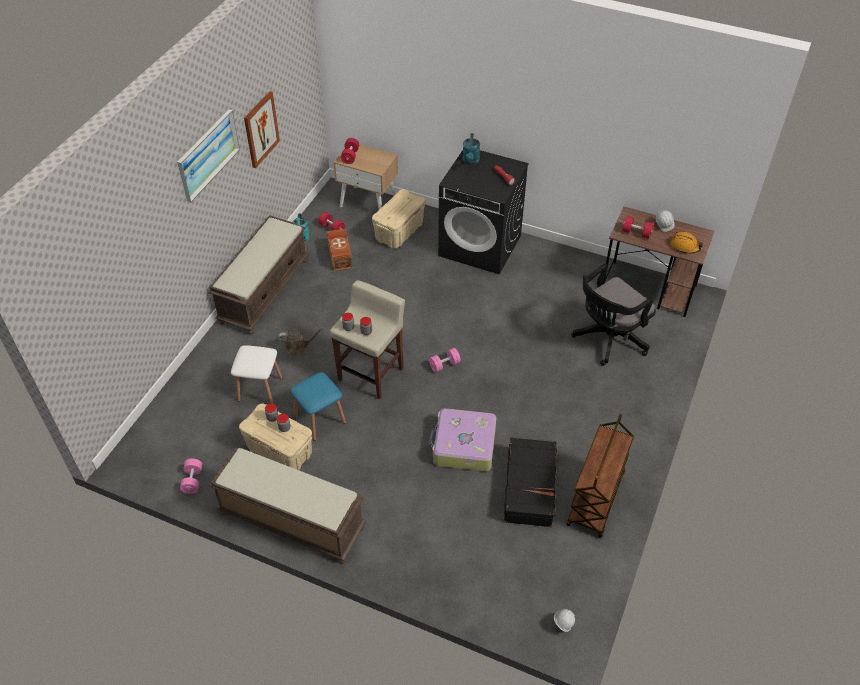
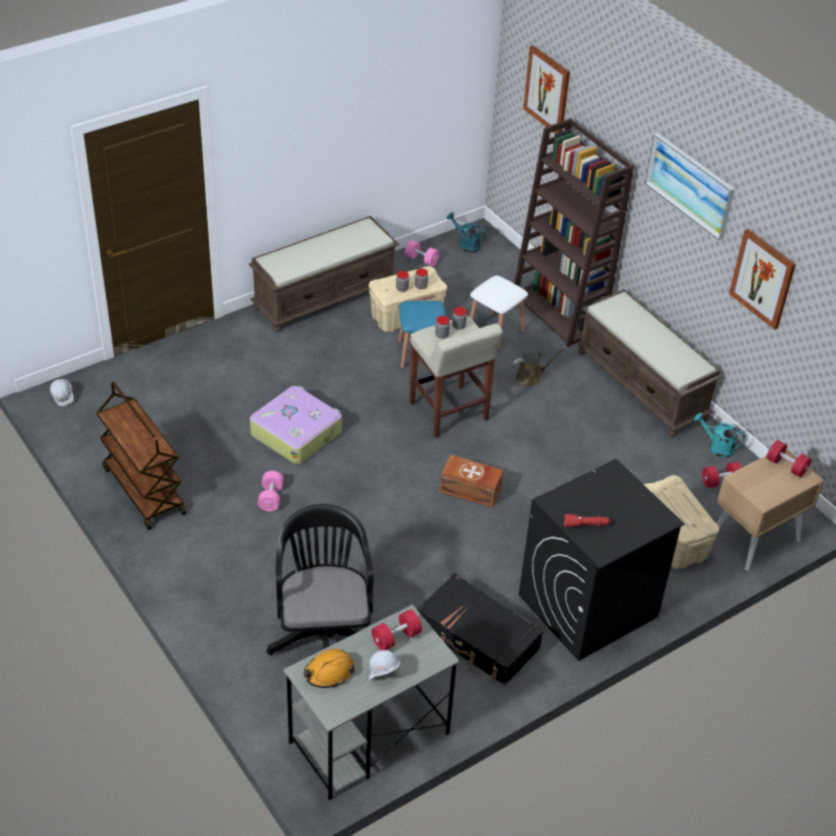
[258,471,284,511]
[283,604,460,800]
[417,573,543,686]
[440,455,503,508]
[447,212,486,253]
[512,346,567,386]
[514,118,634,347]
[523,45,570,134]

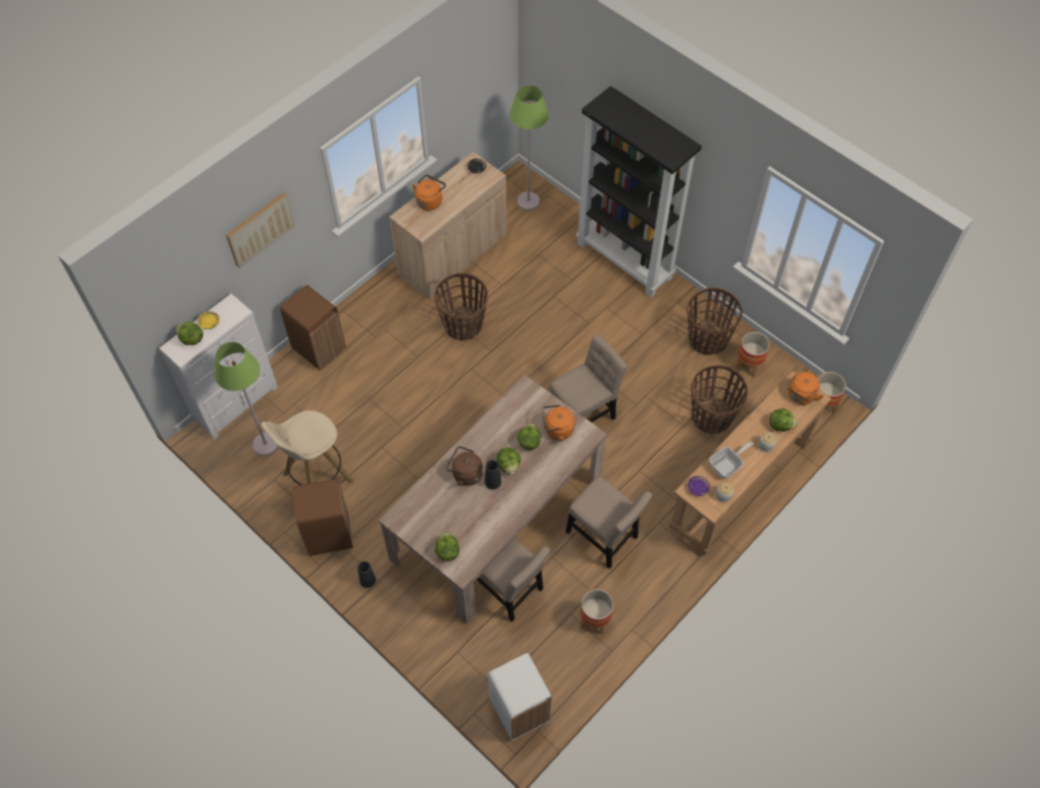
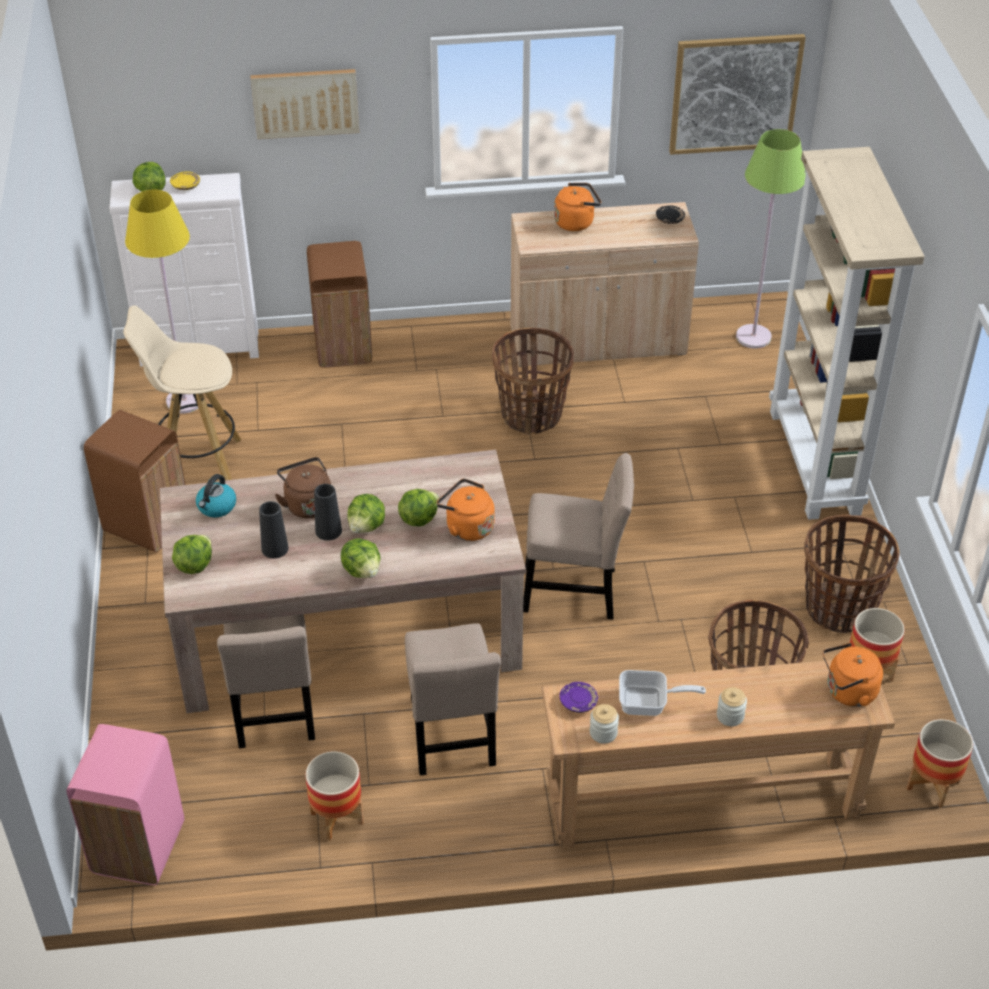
[66,724,185,885]
[125,190,198,414]
[196,474,236,517]
[259,501,289,558]
[341,538,380,578]
[669,34,806,155]
[769,147,925,520]

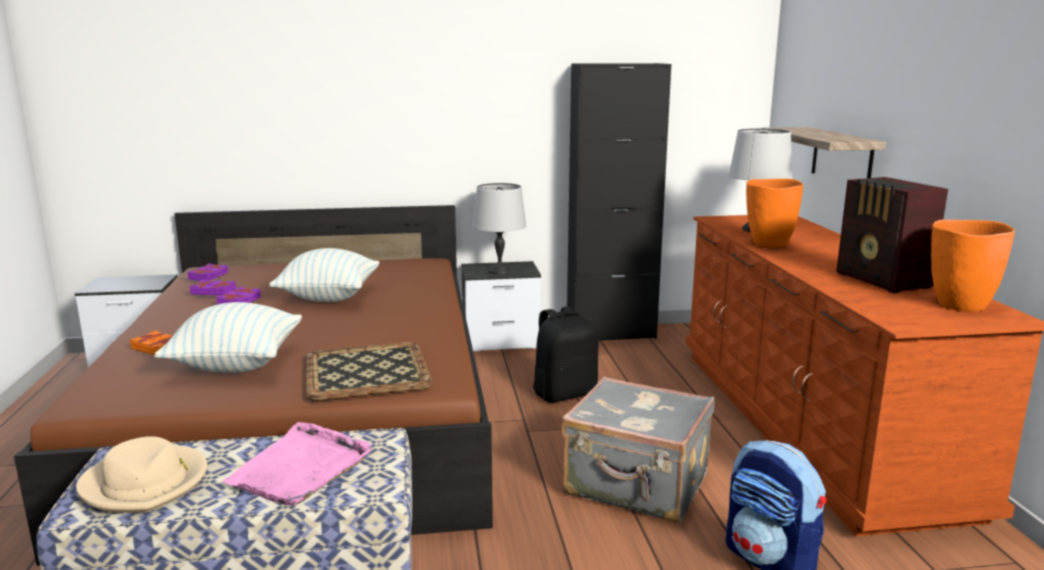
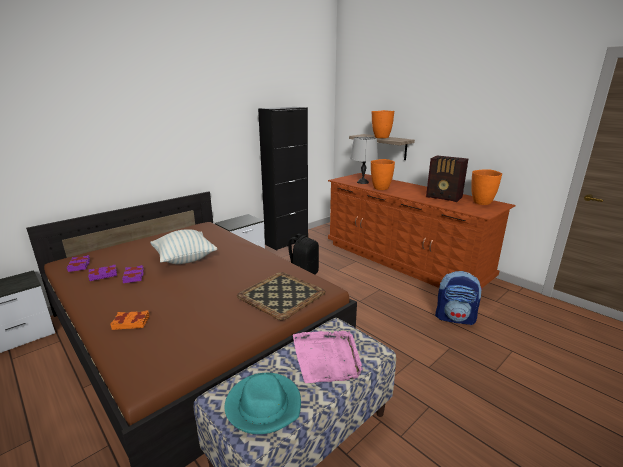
[225,373,301,434]
[372,110,394,138]
[154,302,302,373] (first image)
[473,183,526,275] (first image)
[561,377,714,523] (first image)

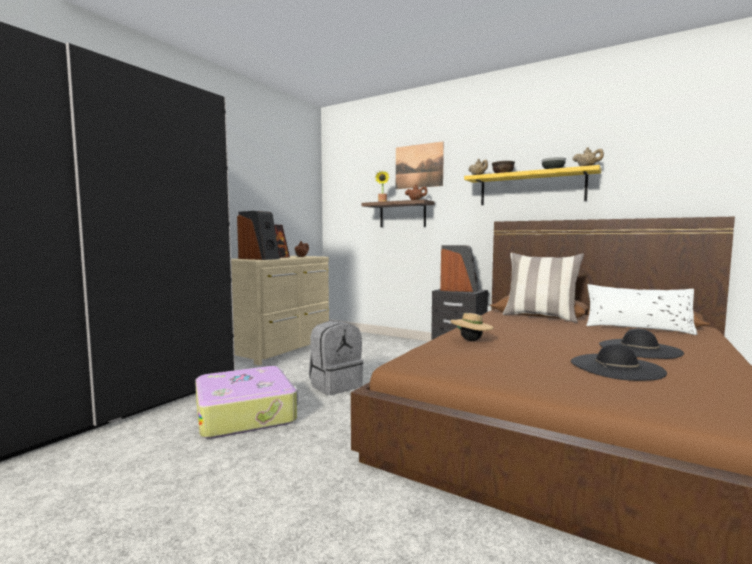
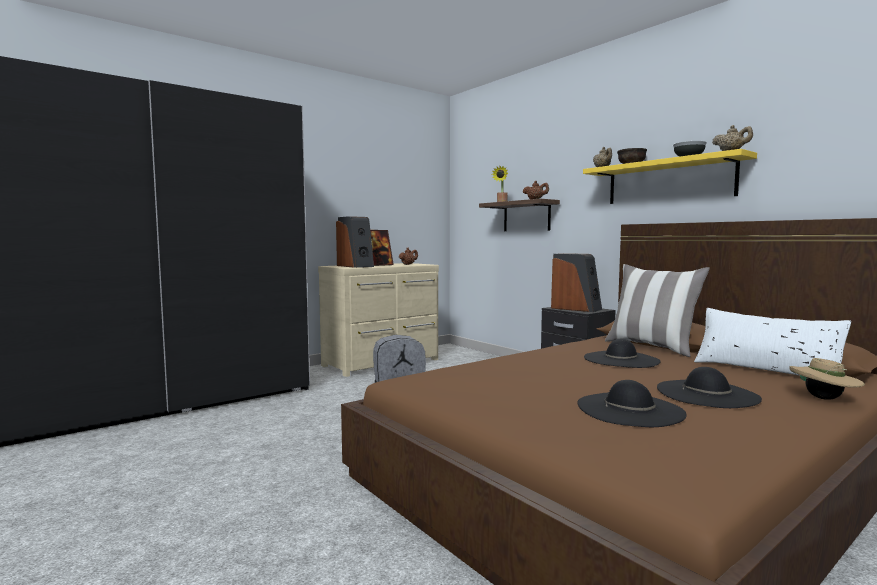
[584,339,660,368]
[790,358,865,400]
[195,366,298,439] (first image)
[396,141,444,189] (first image)

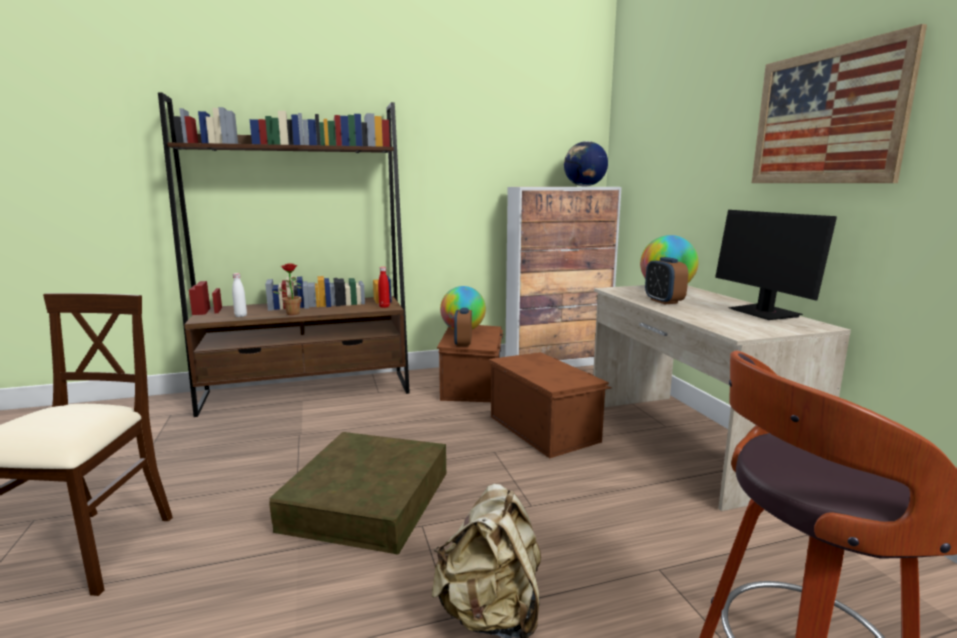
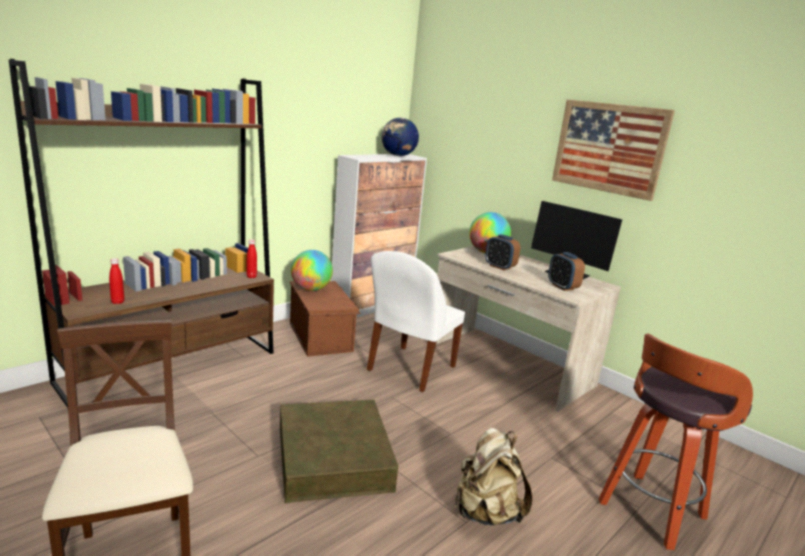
[109,258,124,304]
[367,251,465,392]
[548,252,585,291]
[273,263,302,315] (first image)

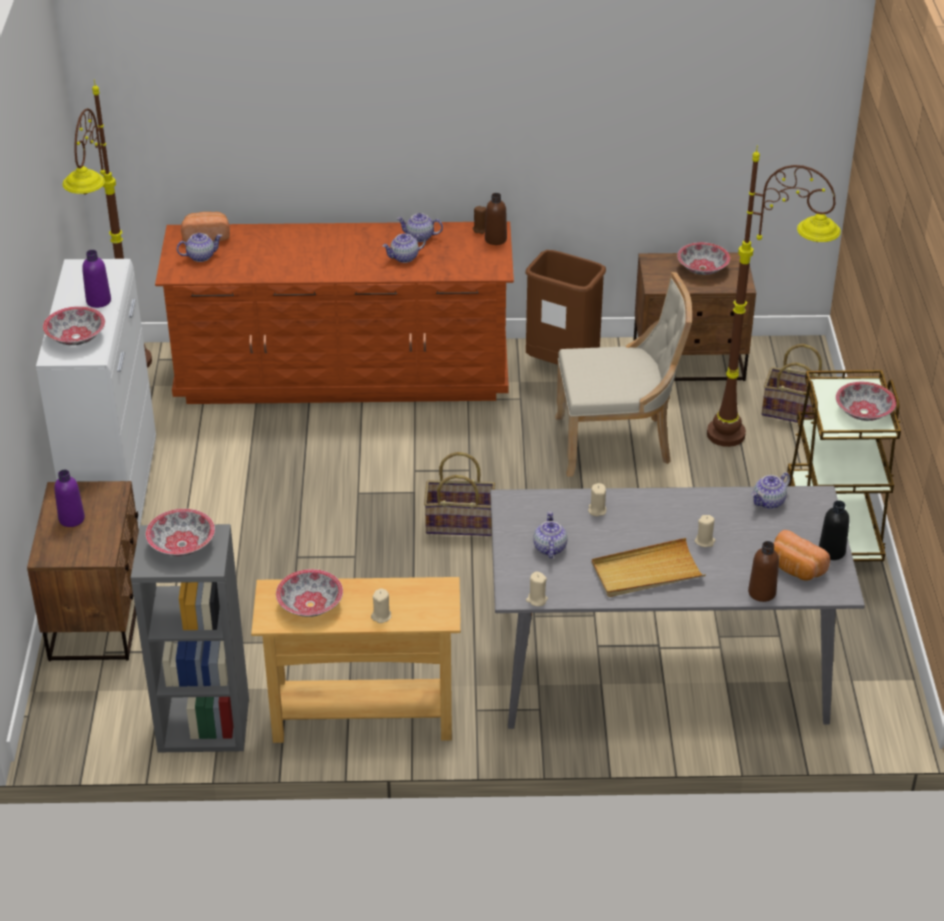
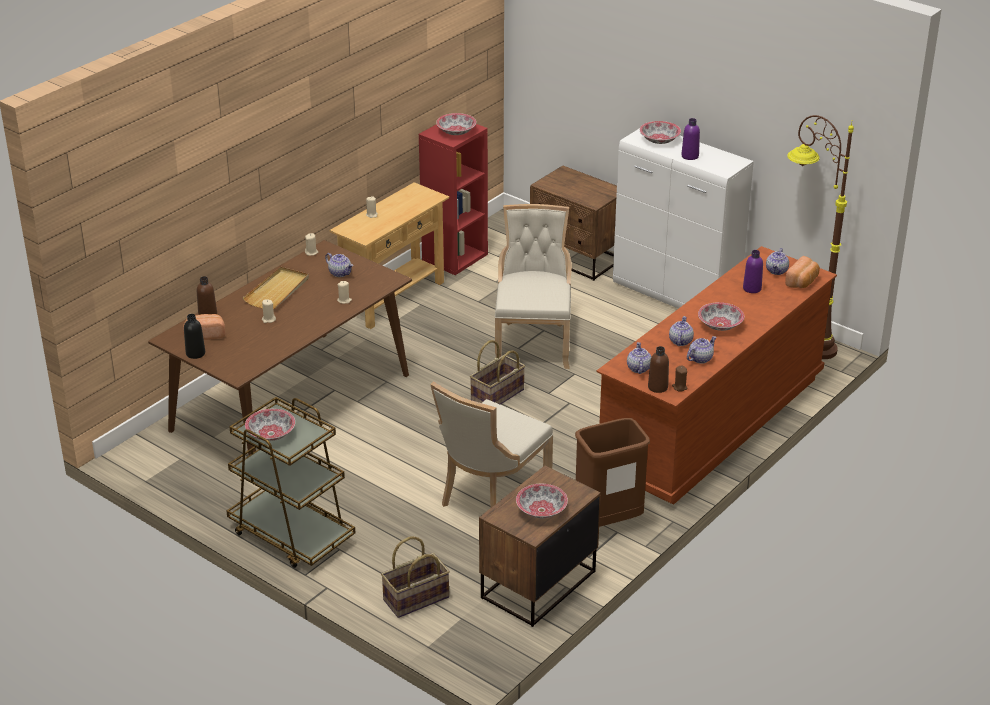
[148,240,412,455]
[419,124,488,275]
[495,204,572,369]
[627,342,651,374]
[698,302,744,331]
[743,250,763,293]
[707,145,841,447] (first image)

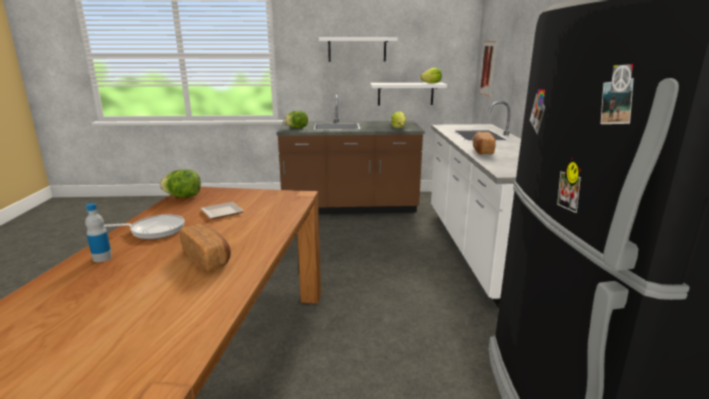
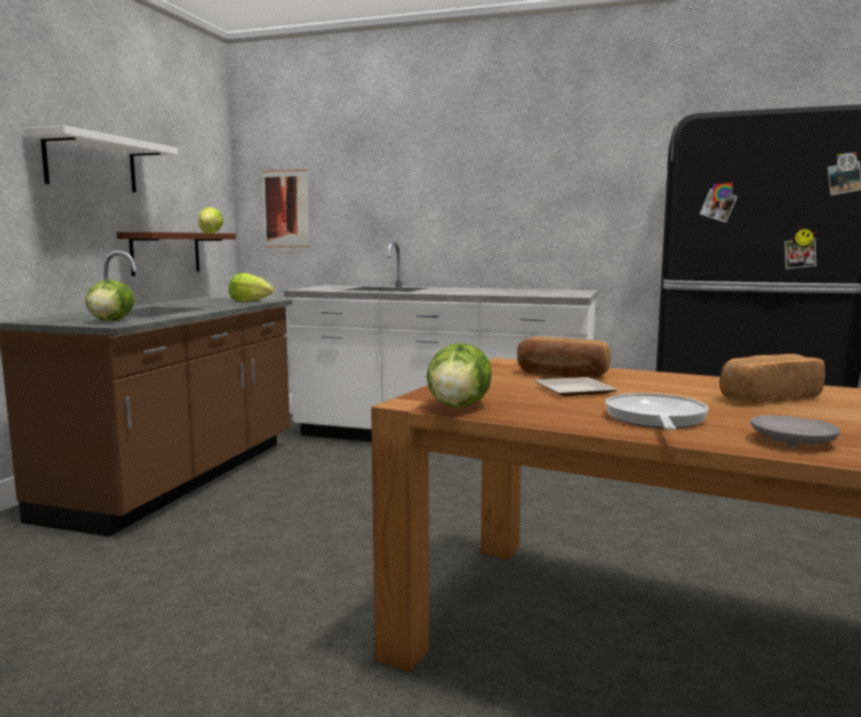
[117,232,236,276]
[517,336,610,378]
[750,415,840,446]

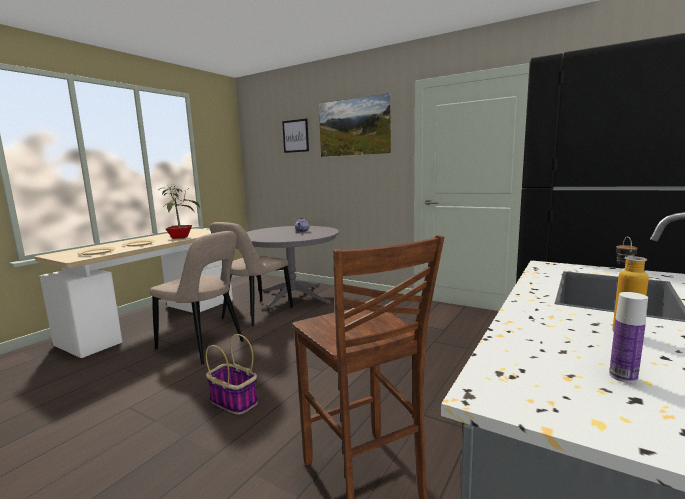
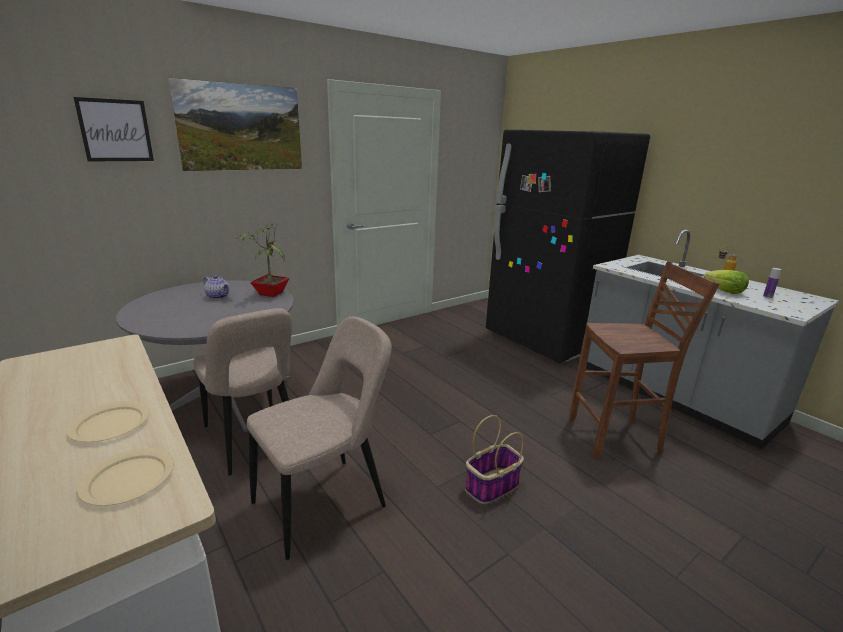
[237,223,289,297]
[704,270,749,294]

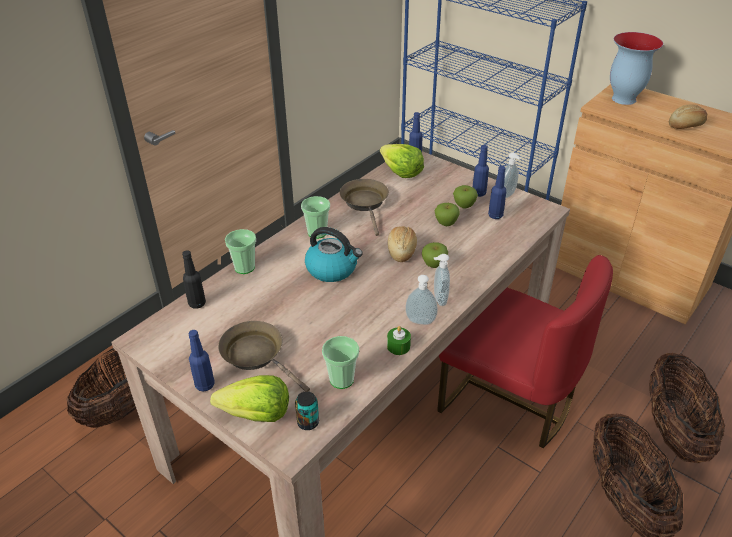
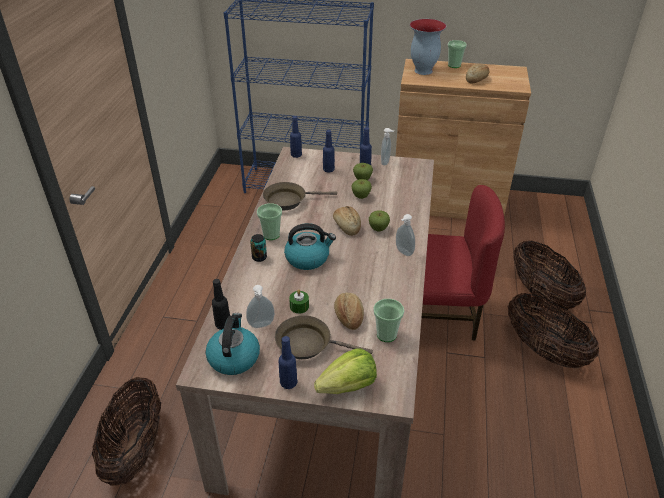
[205,313,260,375]
[246,285,275,328]
[250,234,267,262]
[263,182,337,210]
[289,290,309,314]
[323,130,335,172]
[334,293,364,330]
[448,40,467,68]
[380,144,424,178] (first image)

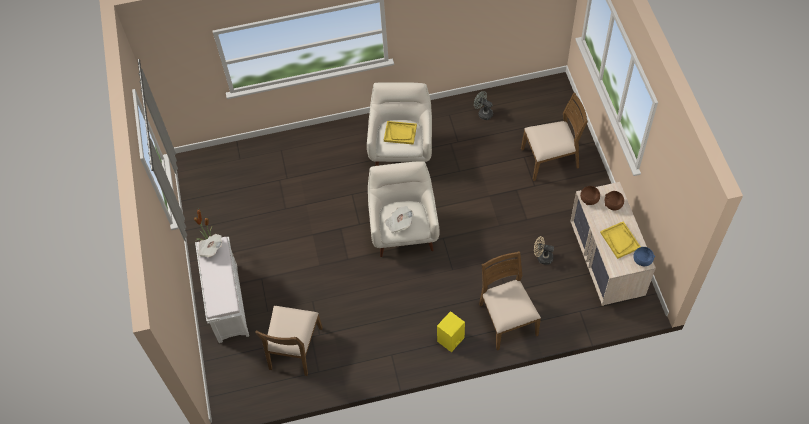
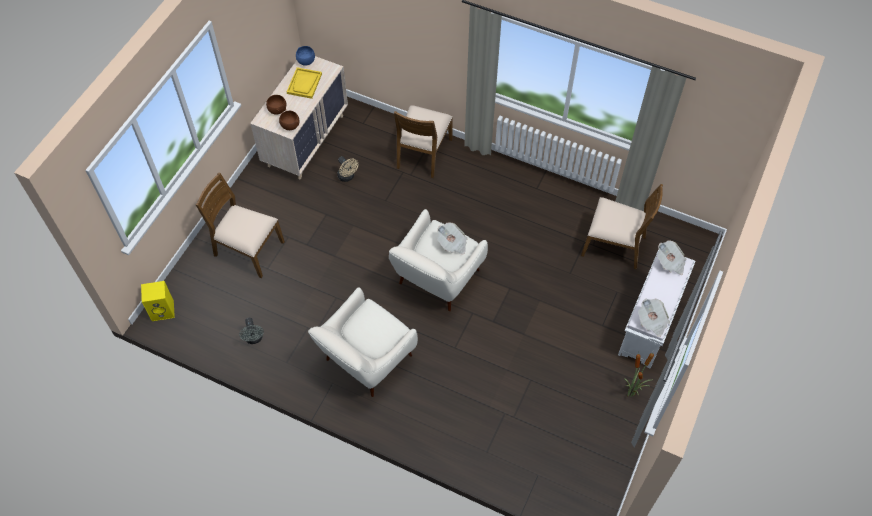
[141,281,175,321]
[581,184,663,270]
[658,240,687,275]
[384,121,417,145] (first image)

